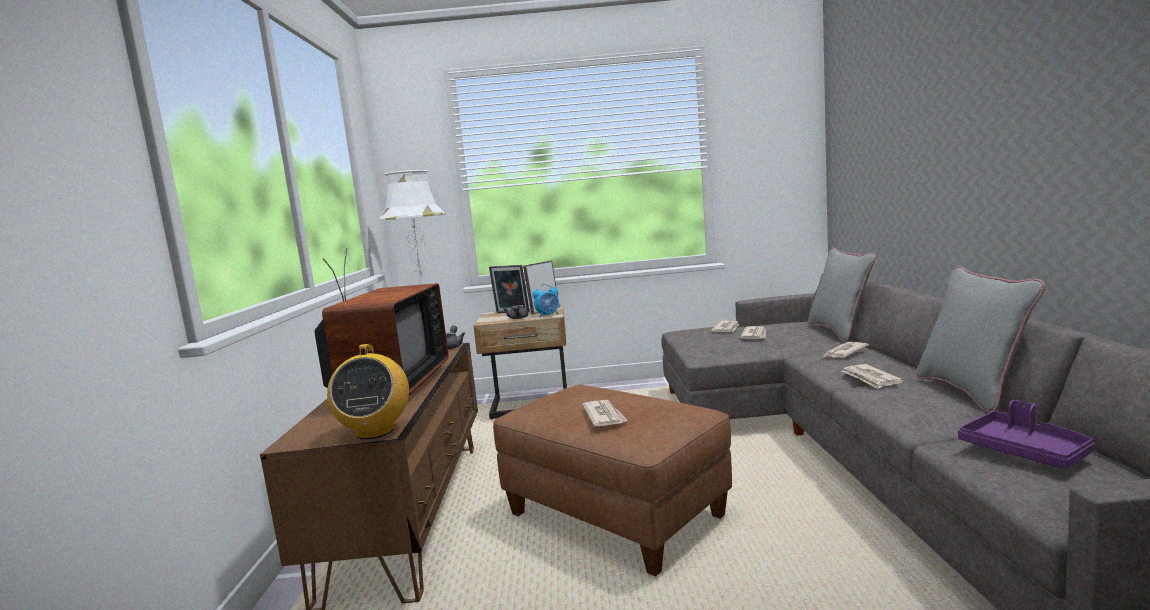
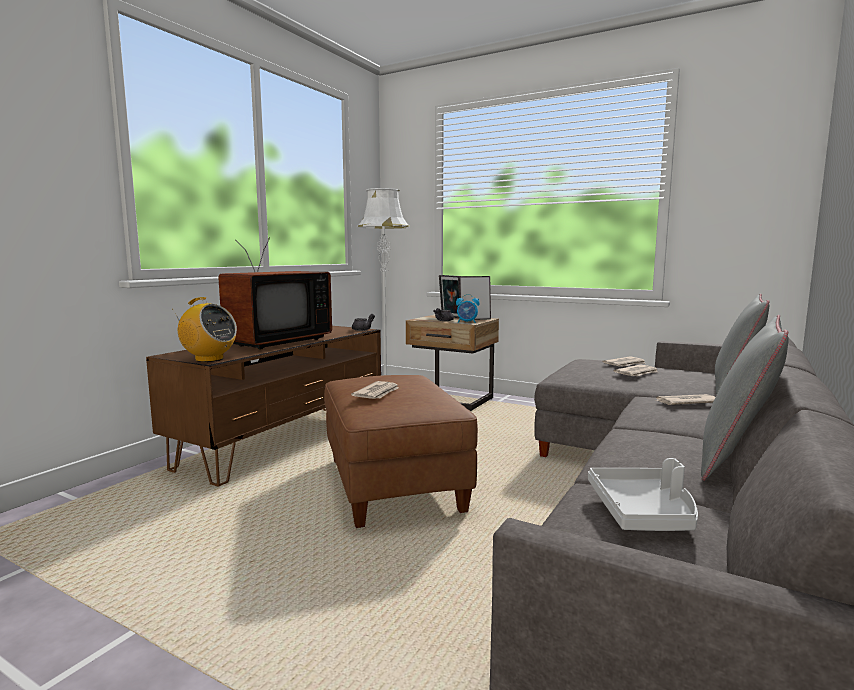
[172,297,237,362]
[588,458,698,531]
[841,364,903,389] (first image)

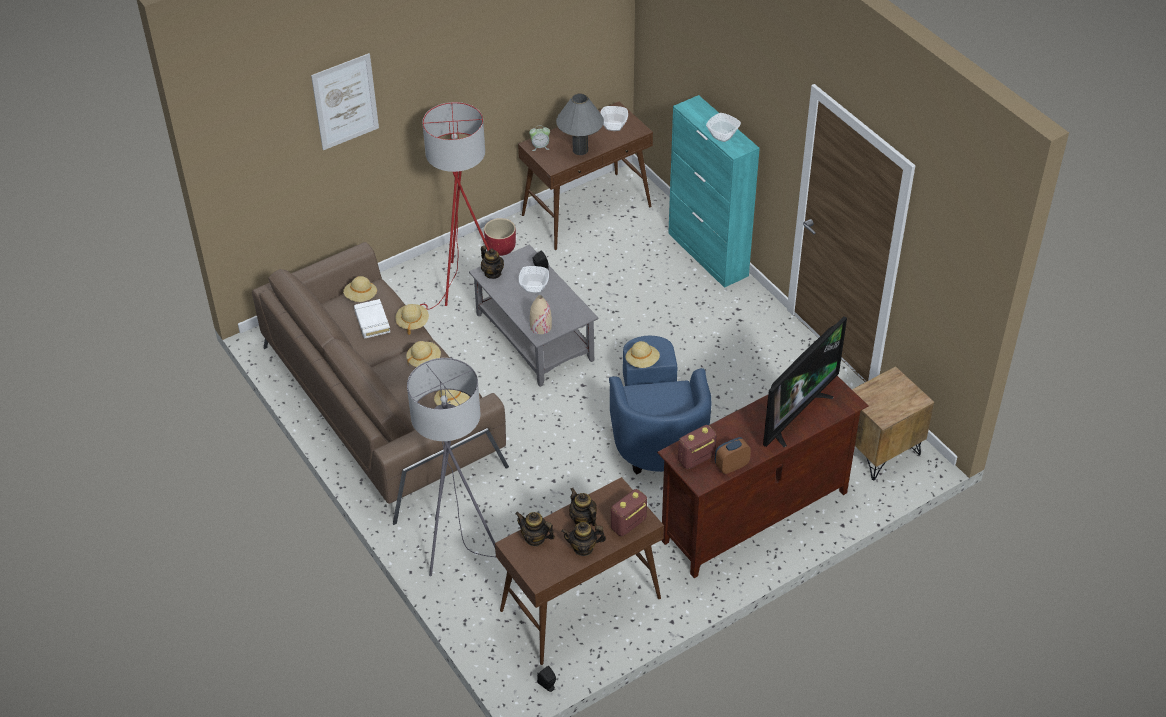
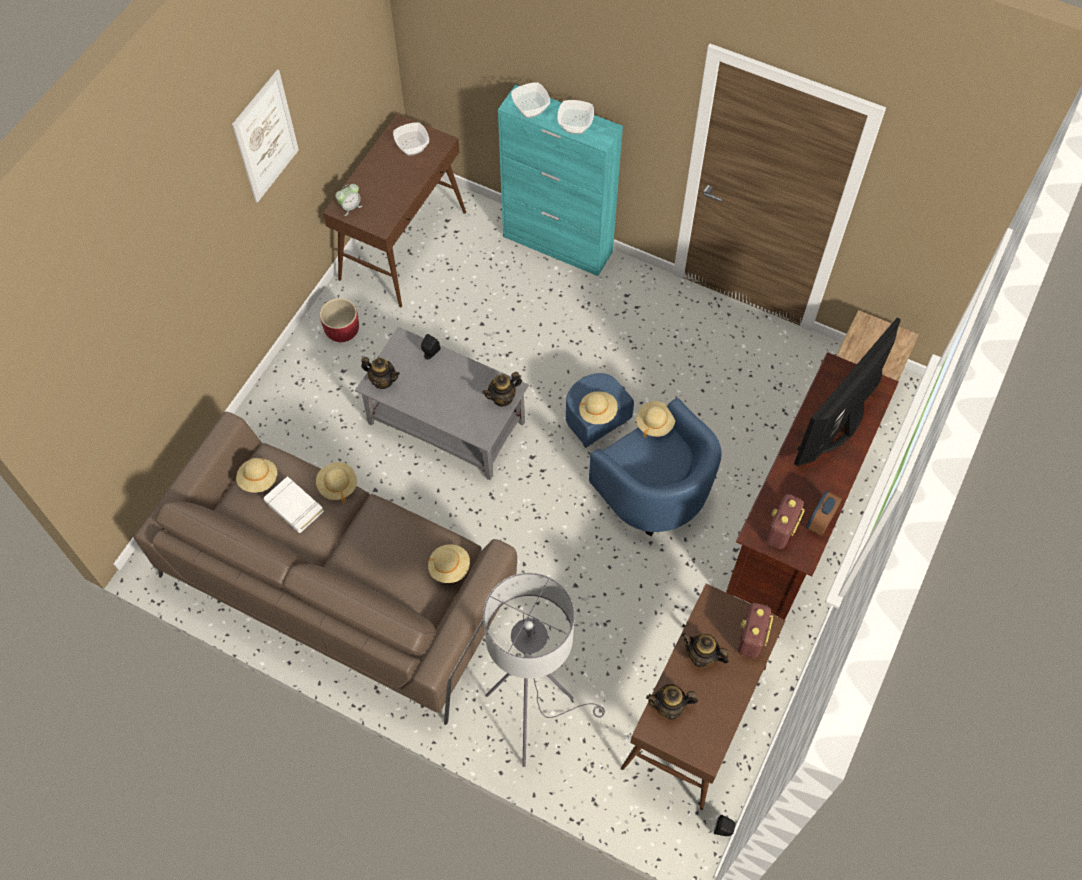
[232,69,299,203]
[482,372,522,407]
[511,82,550,118]
[636,401,675,438]
[794,317,901,466]
[420,102,490,310] (first image)
[530,295,552,334] (first image)
[556,94,604,155] (first image)

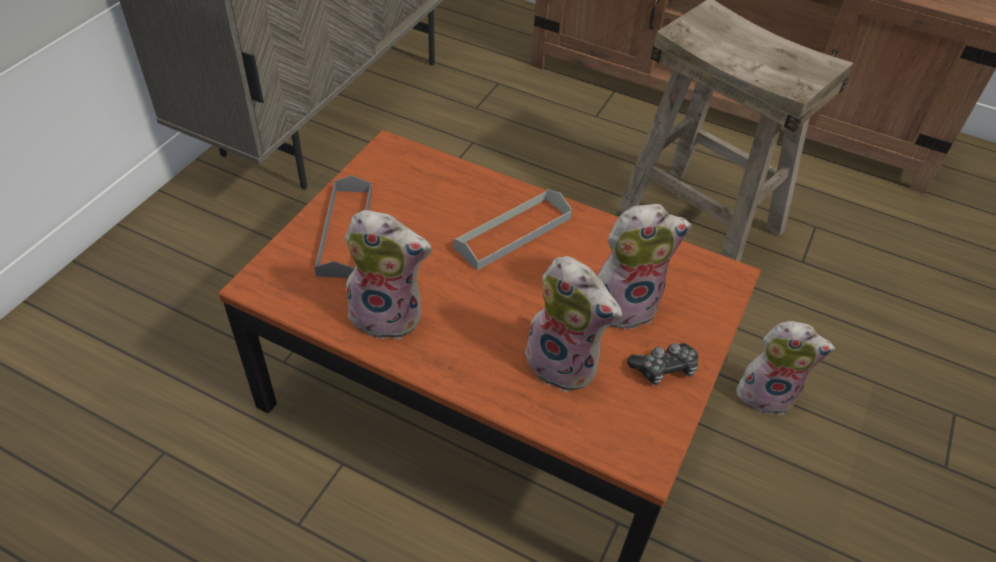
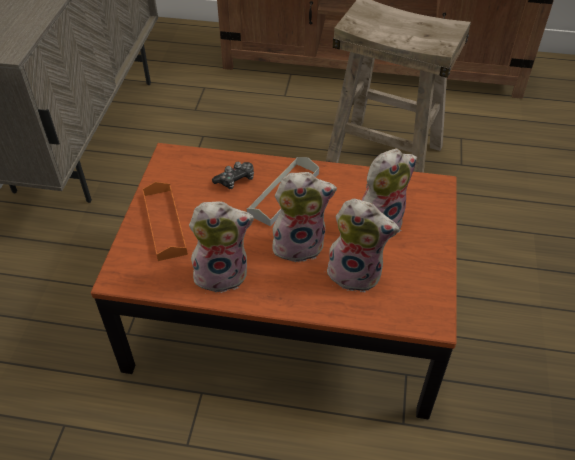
[142,182,188,261]
[212,162,254,189]
[272,172,337,263]

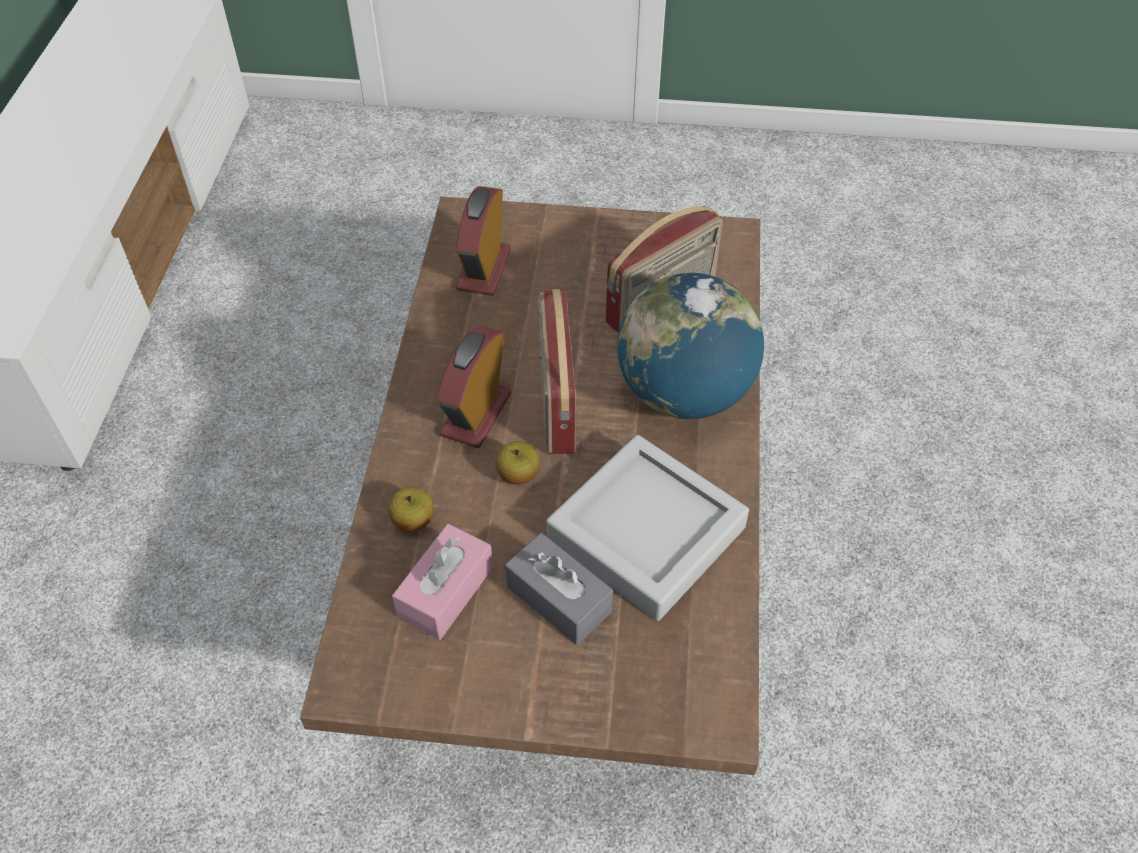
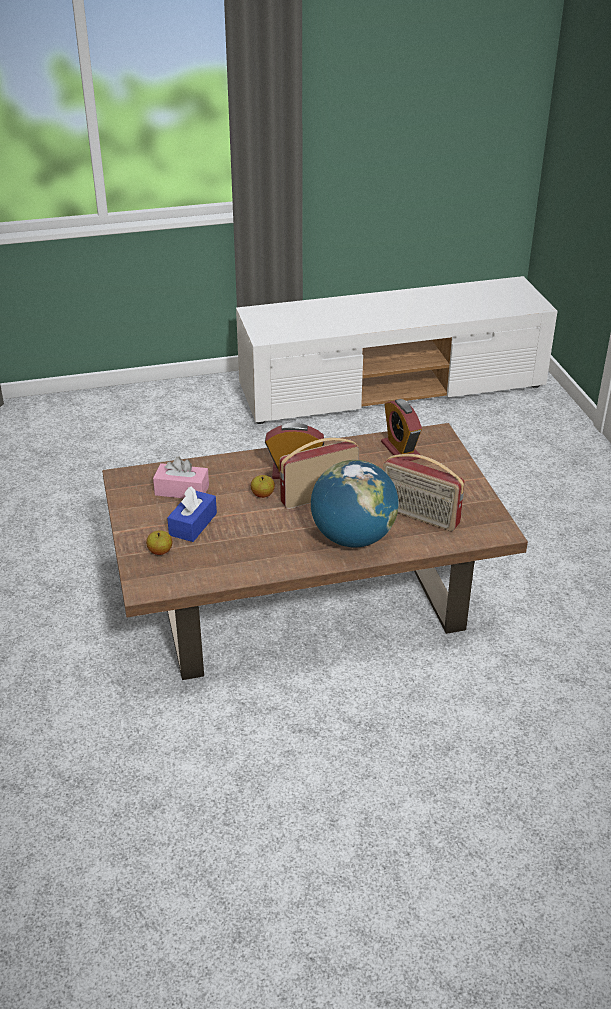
[146,530,172,555]
[167,487,217,542]
[381,399,422,461]
[546,435,749,621] (first image)

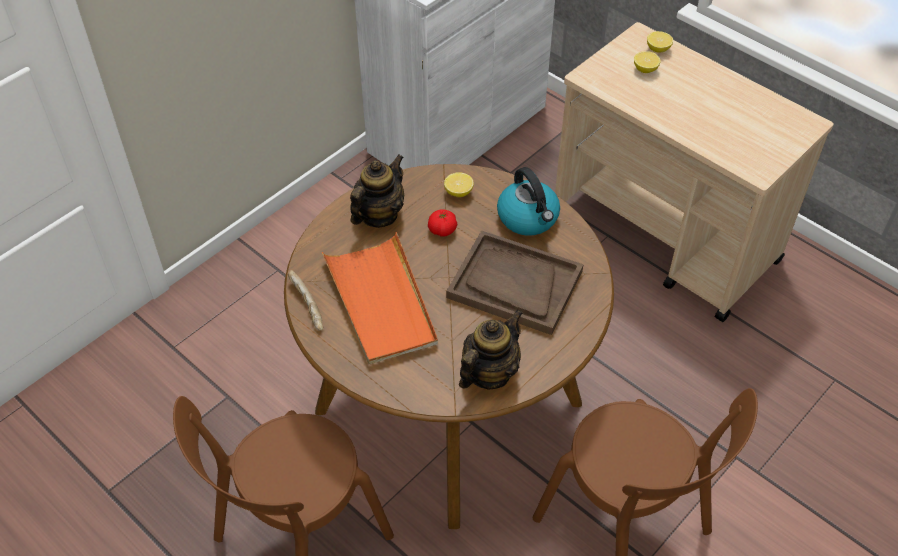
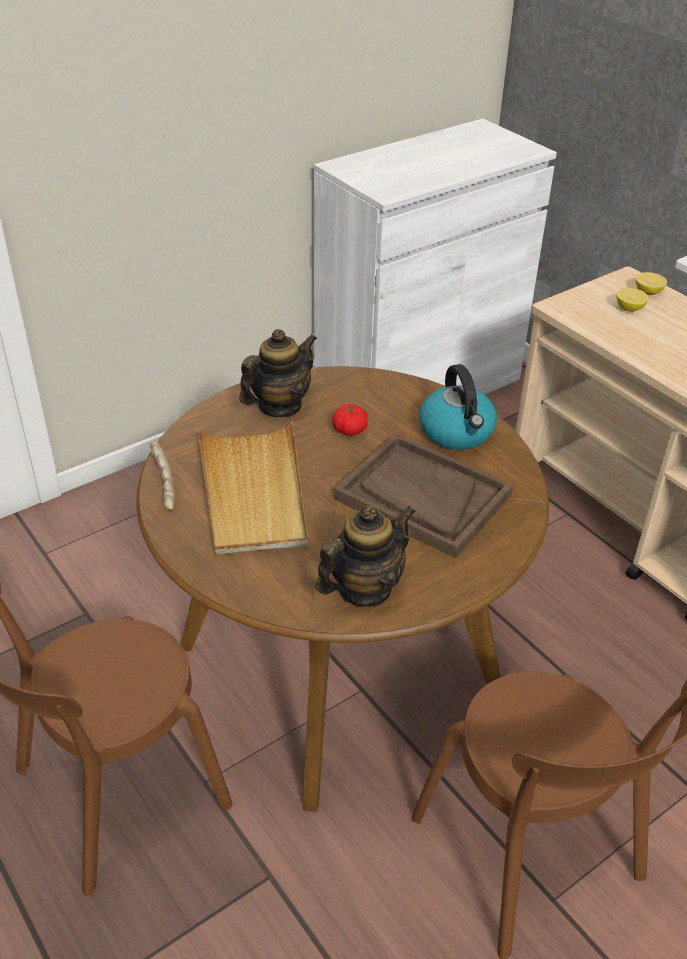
[198,421,308,555]
[444,172,474,197] (first image)

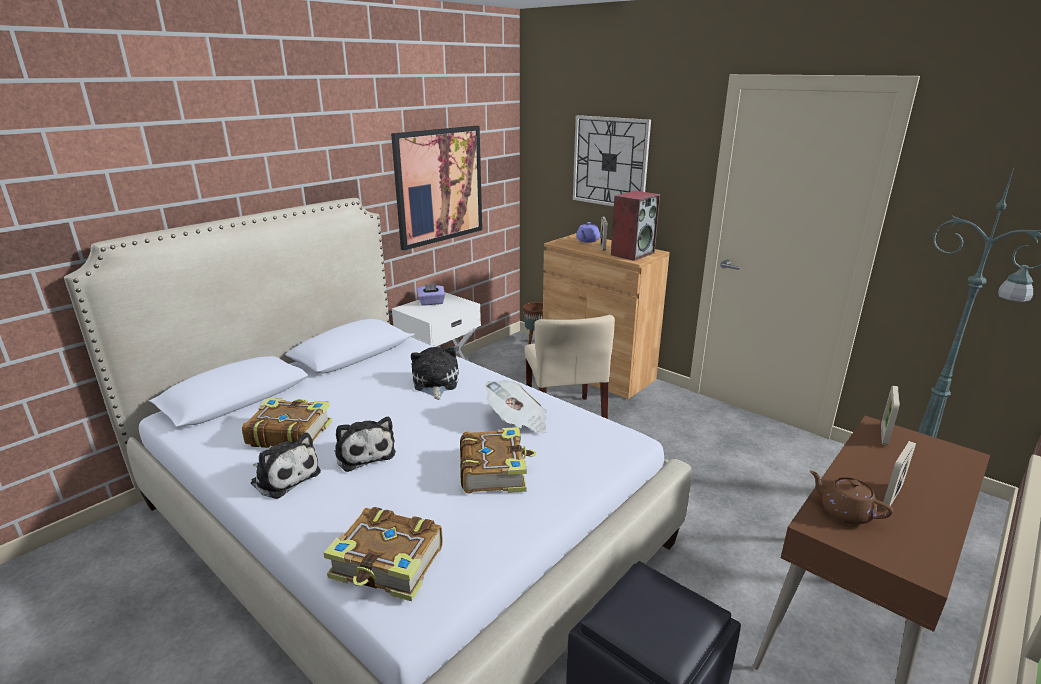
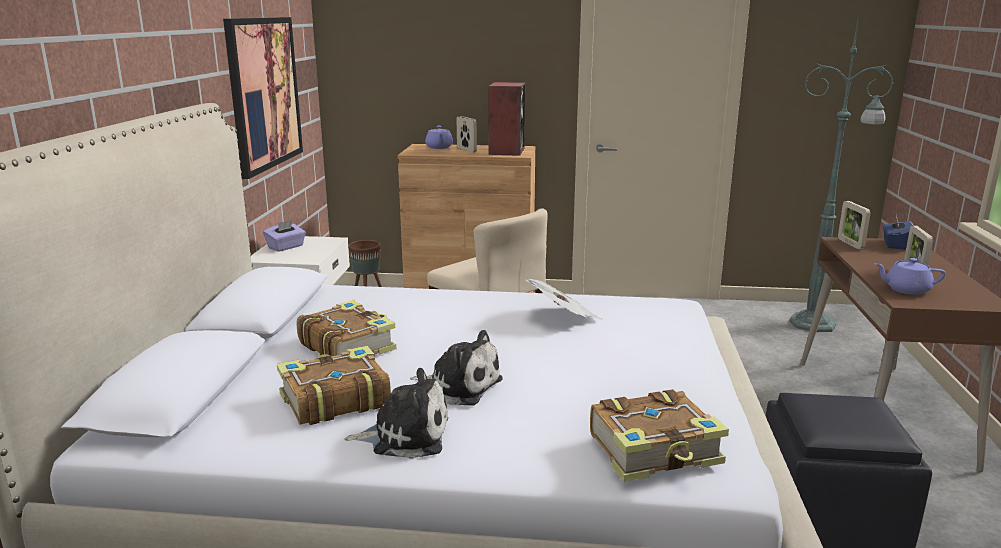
[297,300,396,356]
[874,258,946,295]
[883,215,913,250]
[411,346,459,400] (first image)
[573,115,651,207] (first image)

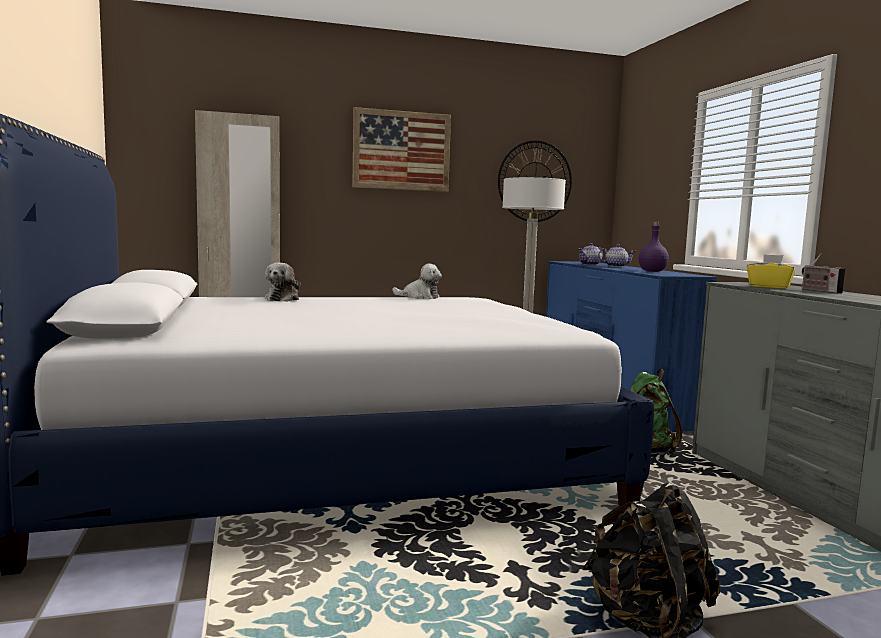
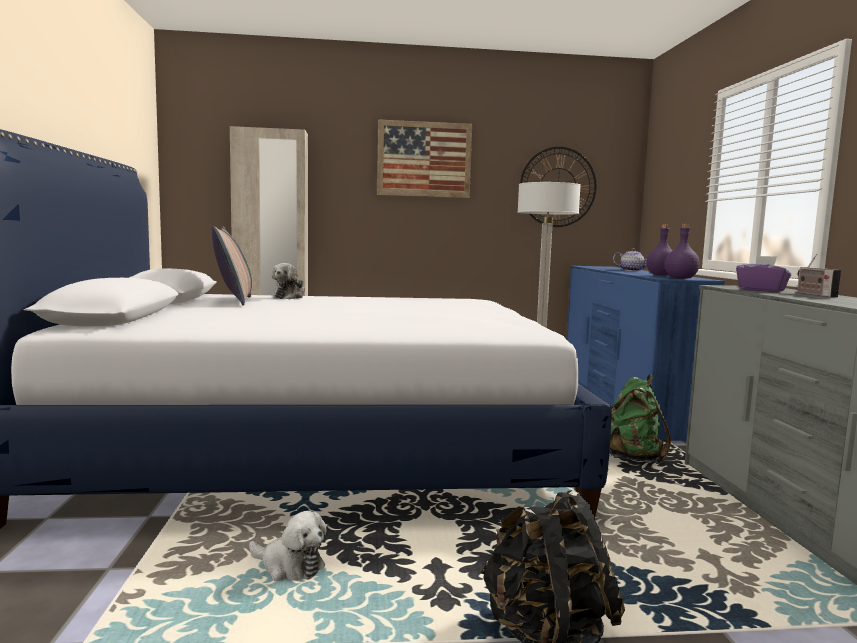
[212,226,252,306]
[249,511,327,581]
[665,223,700,279]
[736,256,791,292]
[579,243,603,265] (first image)

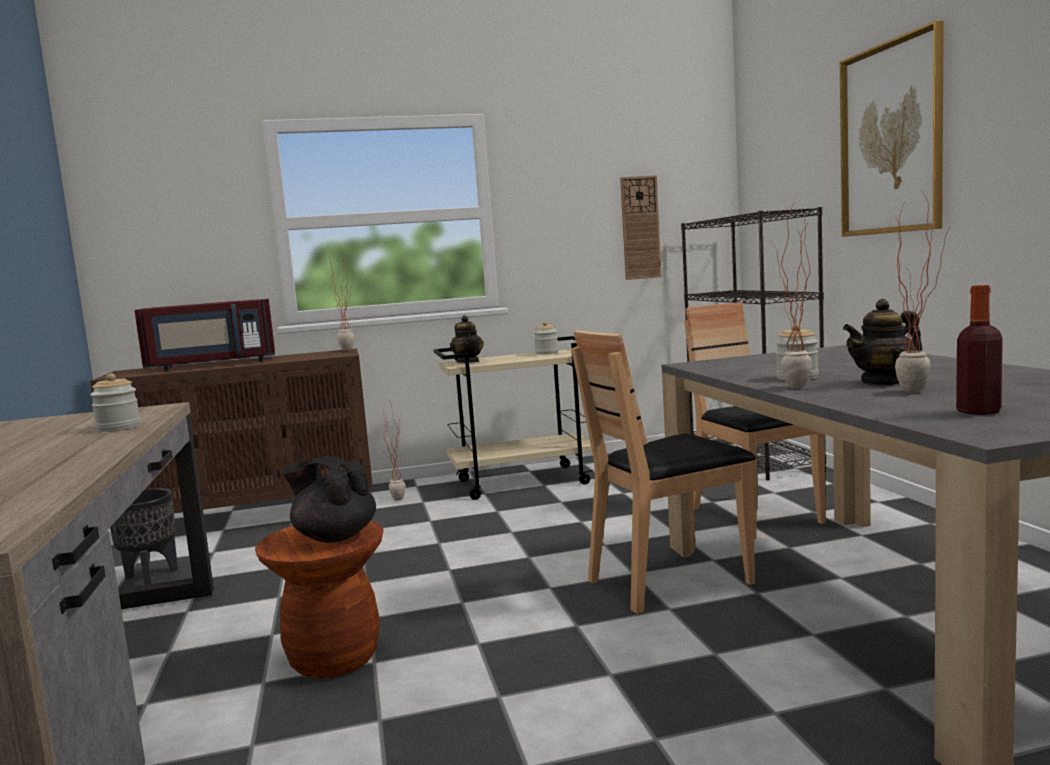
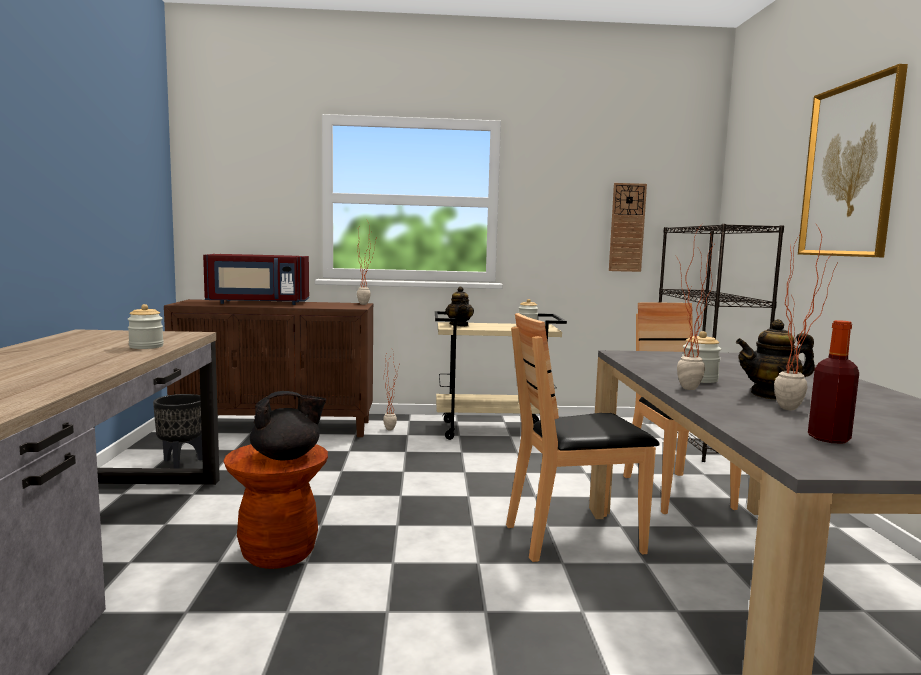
[250,391,326,461]

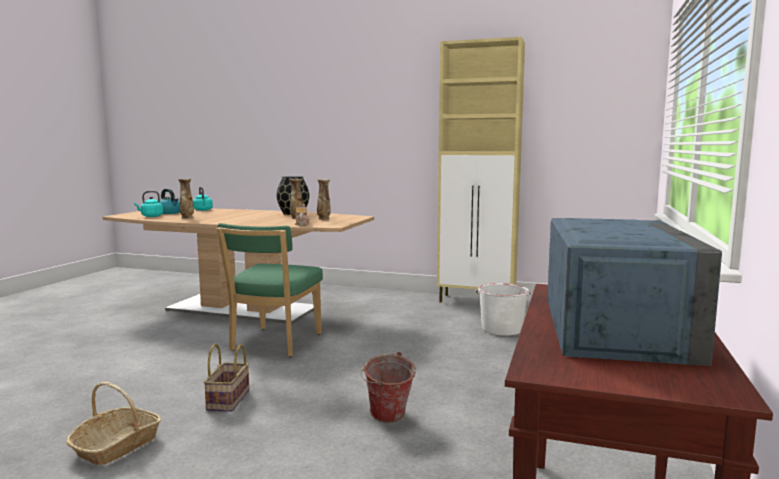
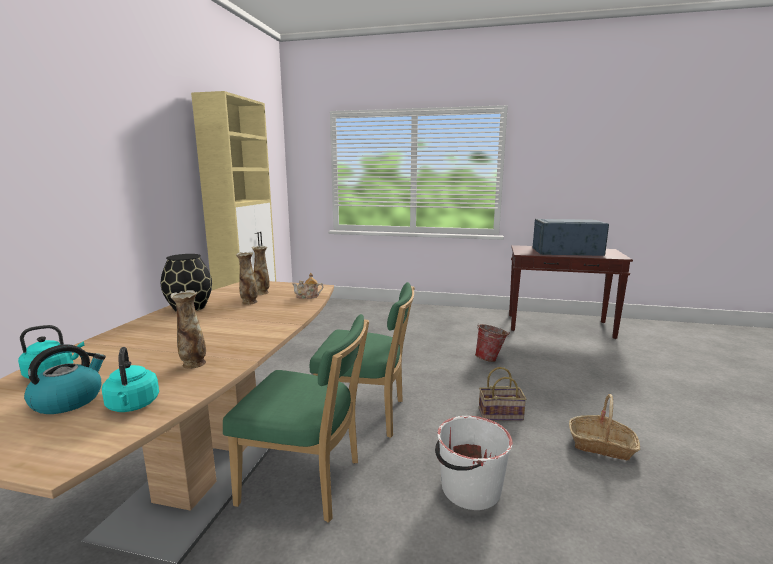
[223,314,369,523]
[435,416,513,510]

